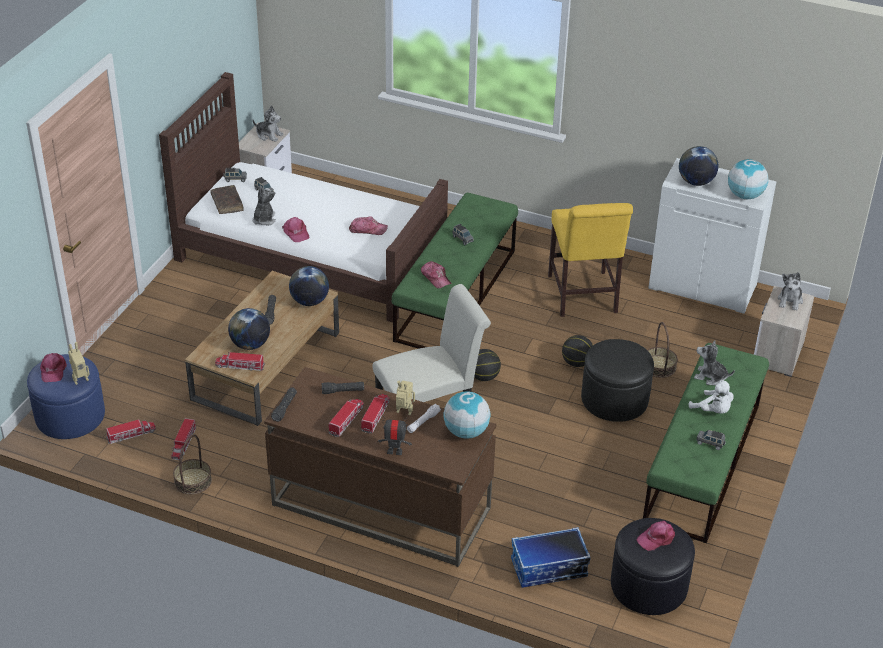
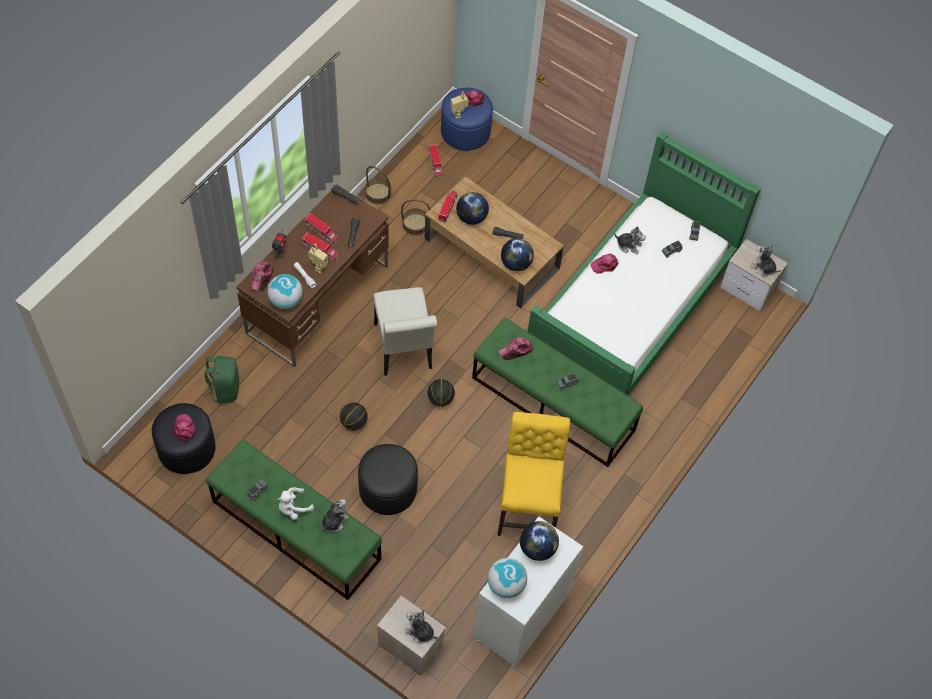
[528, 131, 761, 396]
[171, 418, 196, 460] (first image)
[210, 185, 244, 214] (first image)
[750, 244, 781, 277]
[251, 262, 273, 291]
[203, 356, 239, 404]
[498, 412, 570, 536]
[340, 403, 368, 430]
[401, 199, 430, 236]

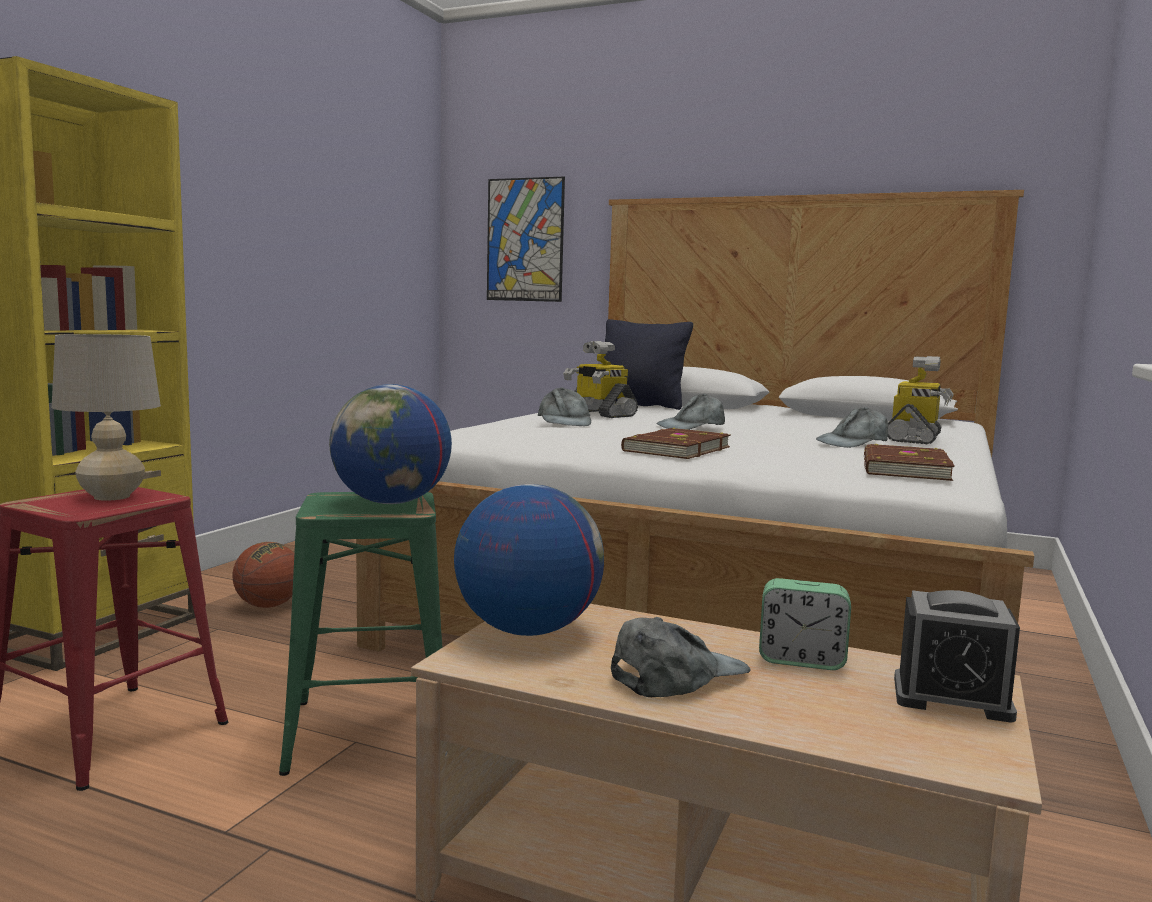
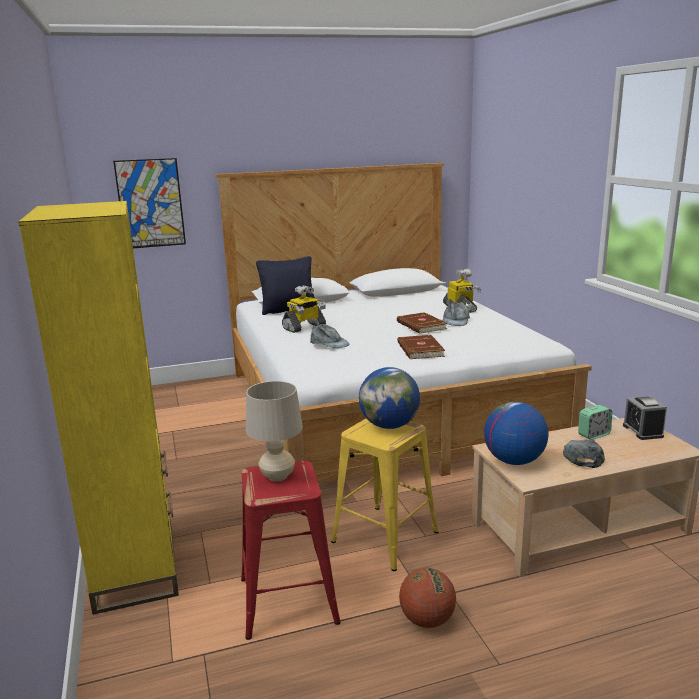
[399, 568, 456, 628]
[331, 418, 439, 571]
[282, 285, 326, 333]
[657, 394, 725, 430] (first image)
[397, 312, 448, 334]
[623, 396, 667, 440]

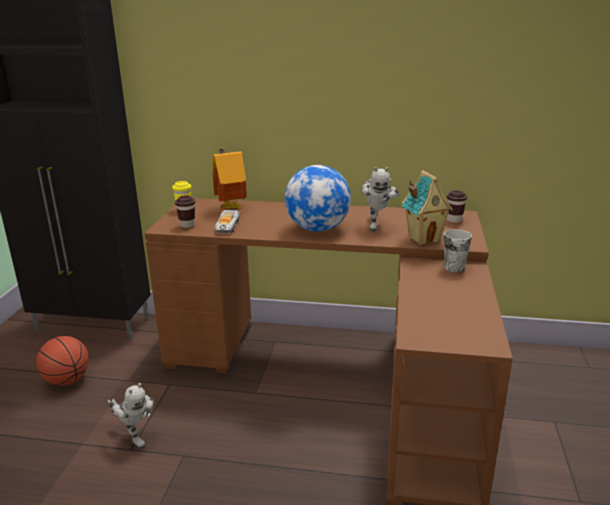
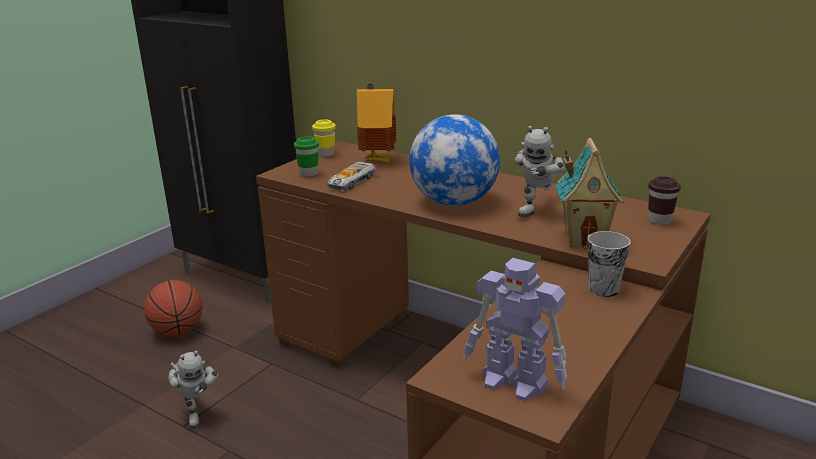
[294, 136, 319, 177]
[463, 258, 567, 402]

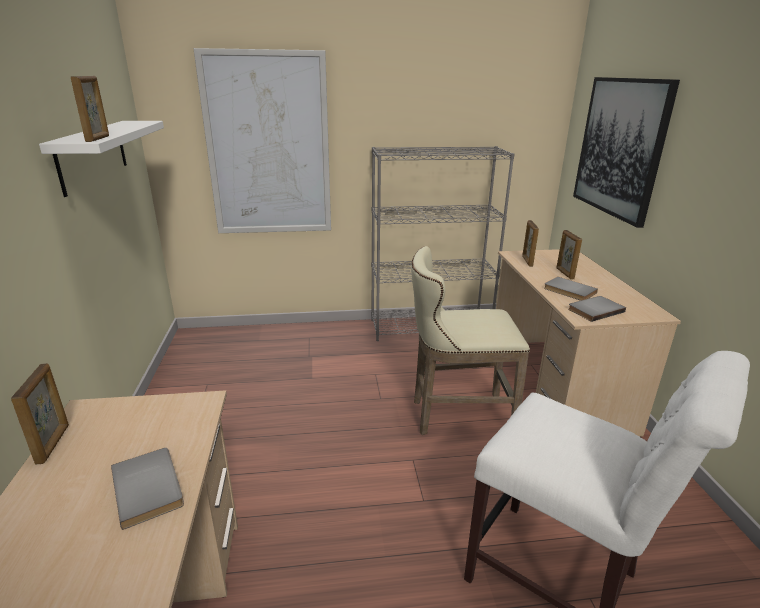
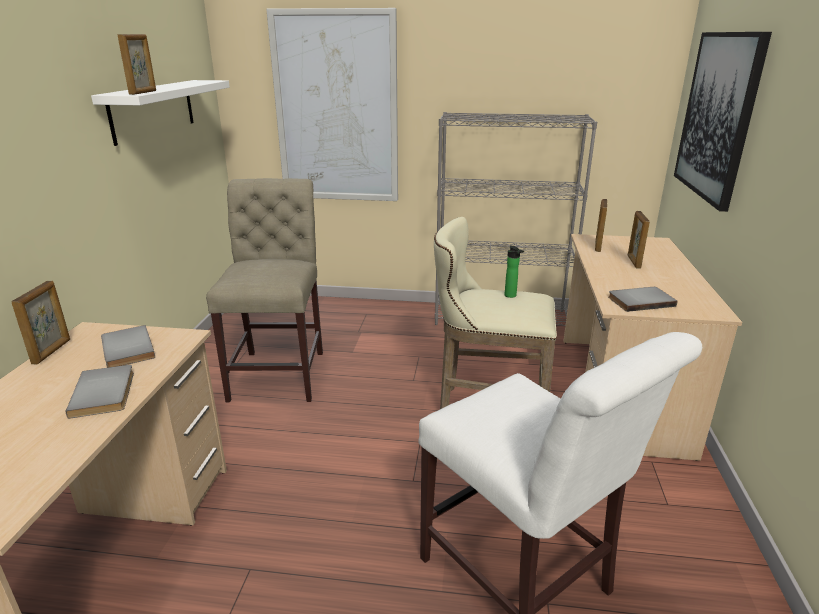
[101, 325, 155, 368]
[206, 178, 323, 402]
[505, 246, 524, 298]

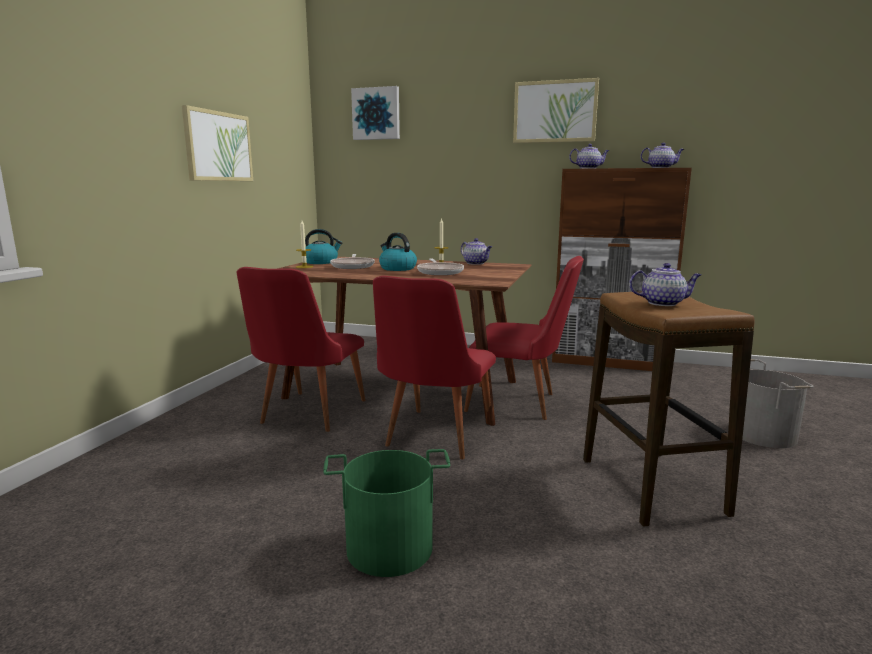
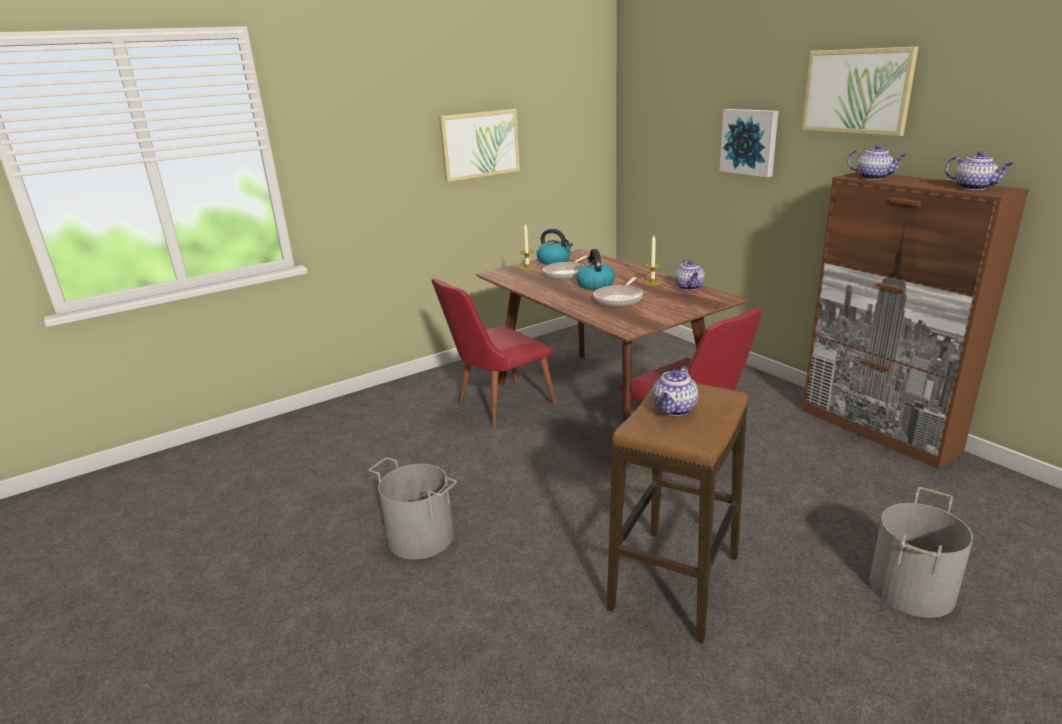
[368, 457, 457, 560]
[720, 109, 778, 177]
[373, 276, 496, 460] (first image)
[653, 366, 698, 416]

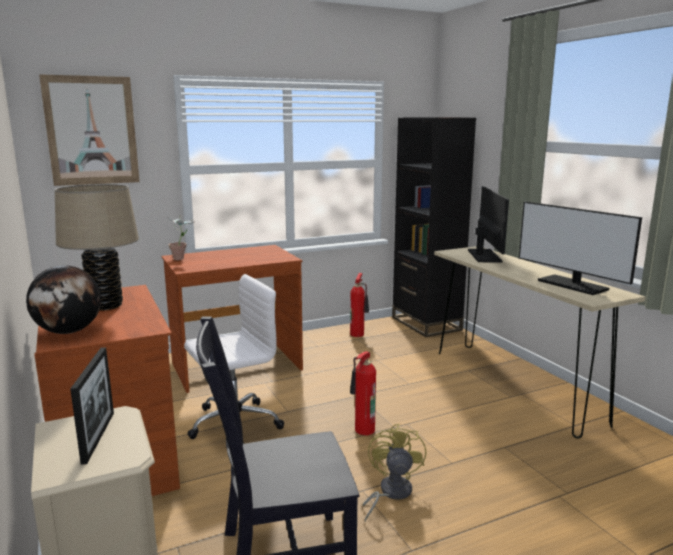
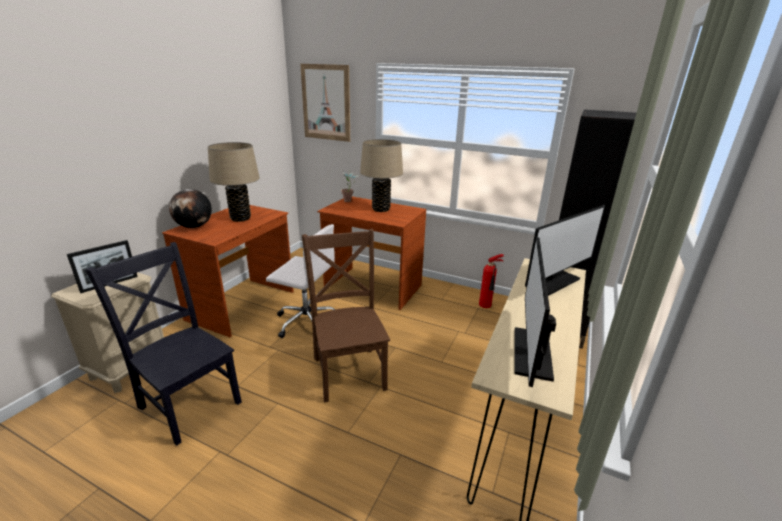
[302, 229, 390, 403]
[362, 424, 427, 522] (first image)
[360, 139, 403, 212]

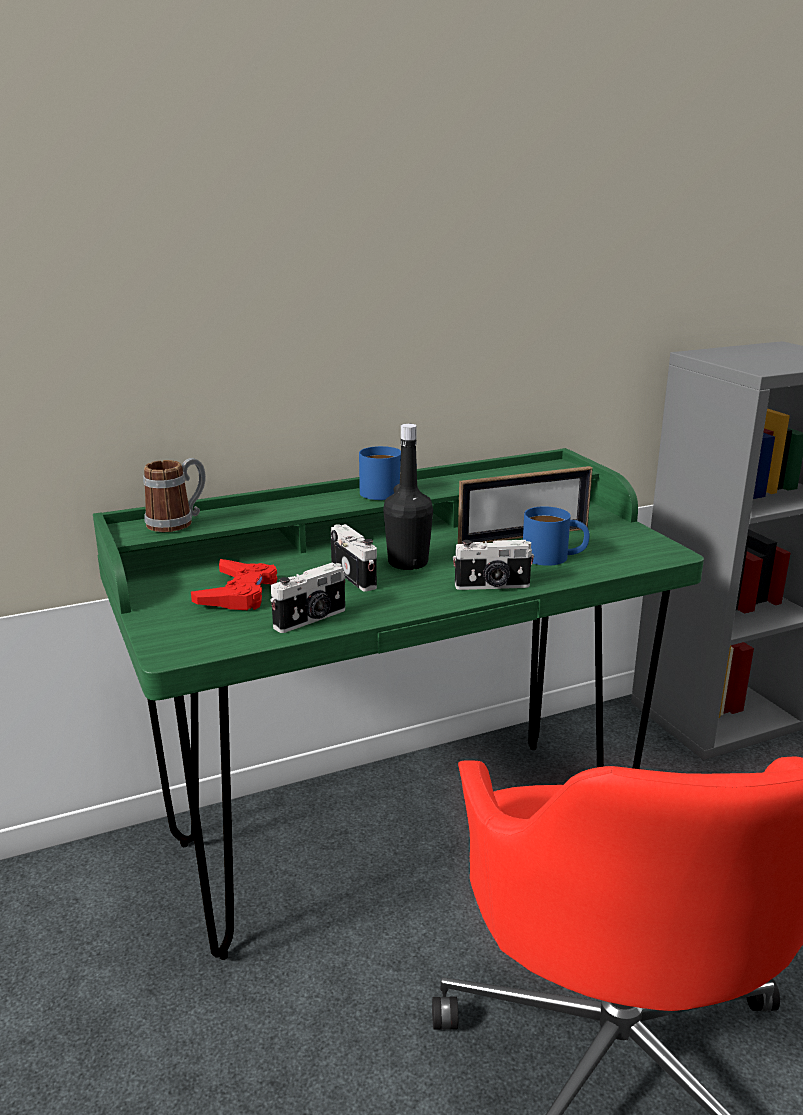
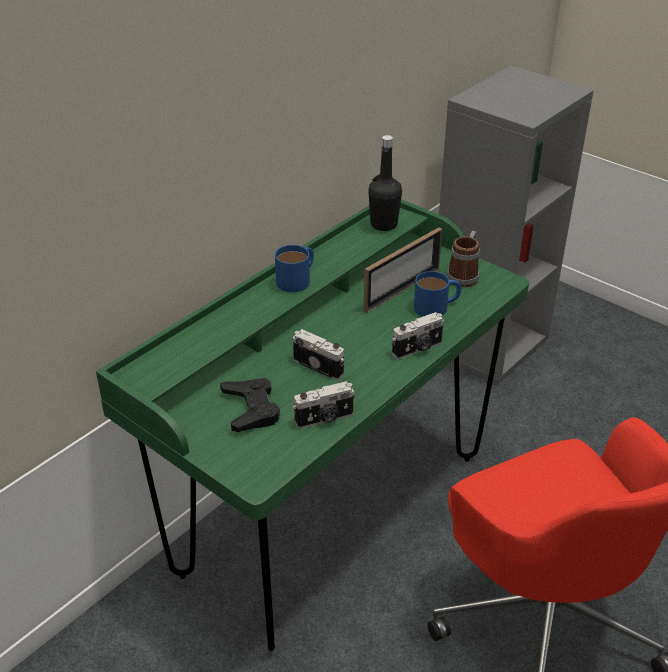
[447, 231, 480, 287]
[220, 378, 280, 432]
[293, 381, 355, 429]
[368, 135, 402, 231]

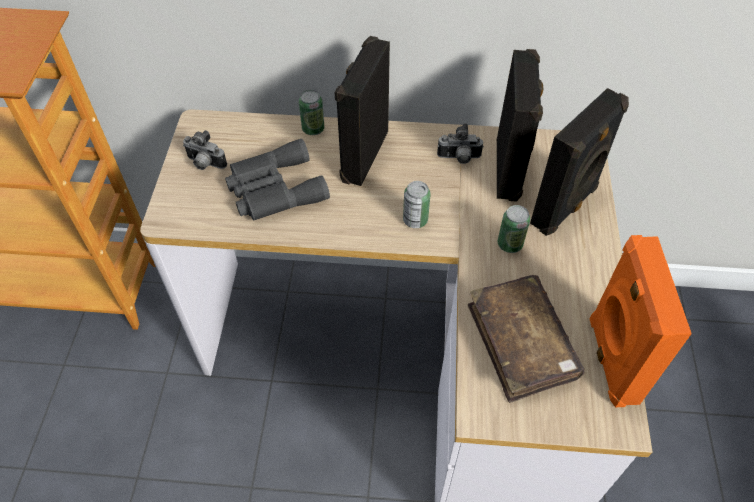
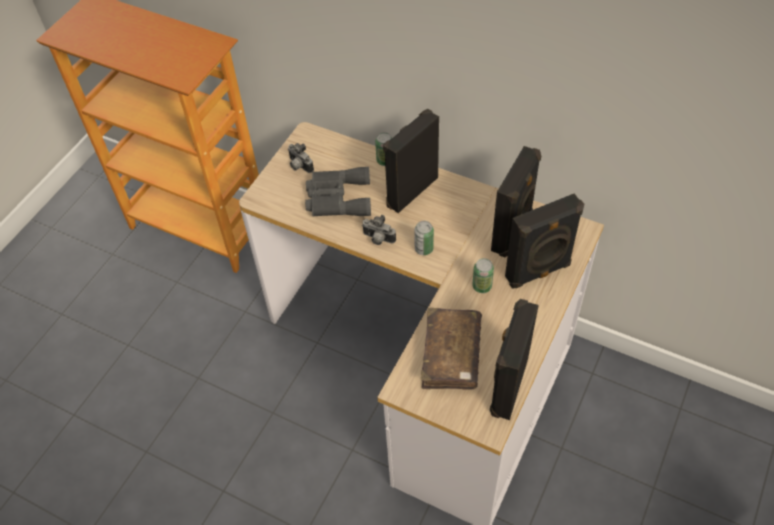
[362, 215, 396, 245]
[490, 299, 539, 420]

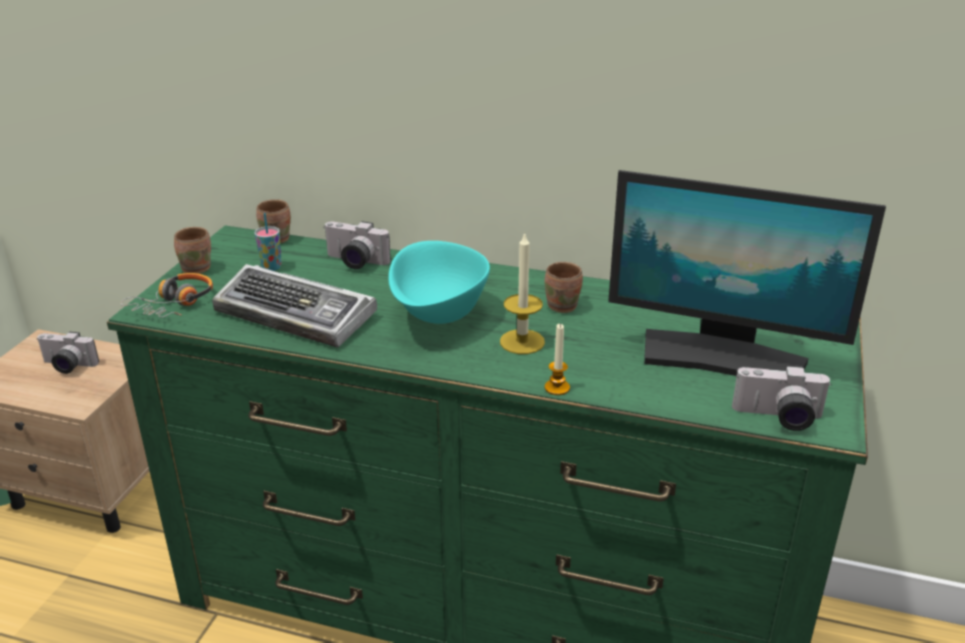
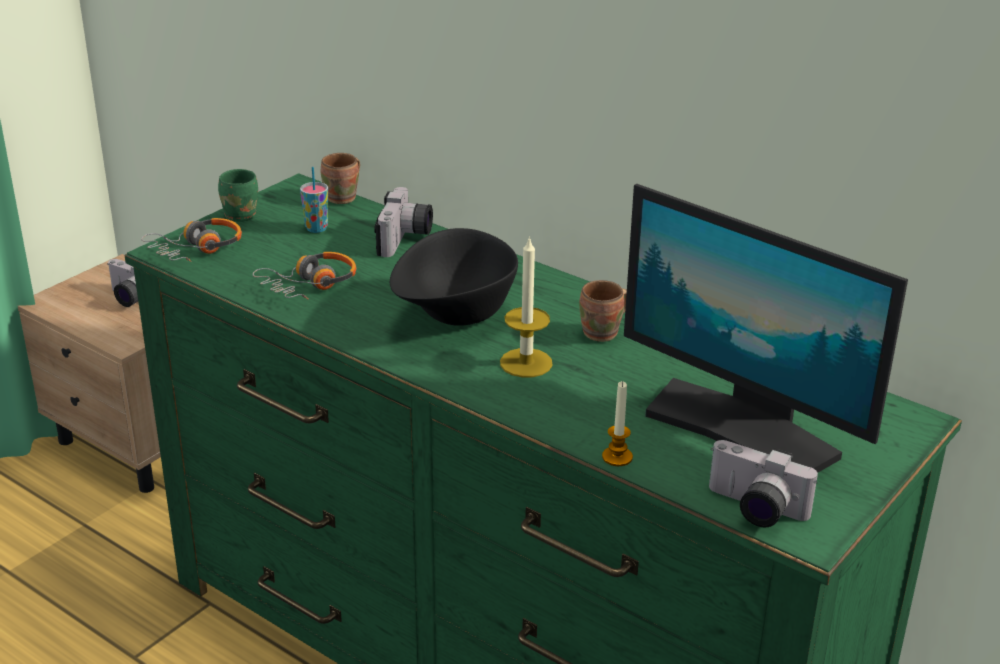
[218, 169, 258, 222]
[253, 252, 356, 299]
[374, 187, 433, 257]
[390, 228, 518, 326]
[602, 381, 633, 466]

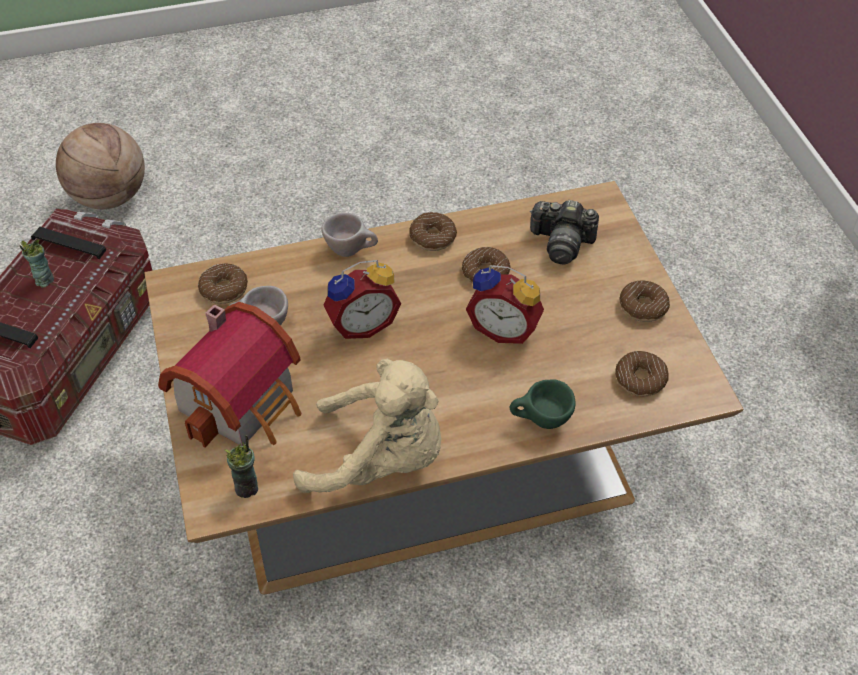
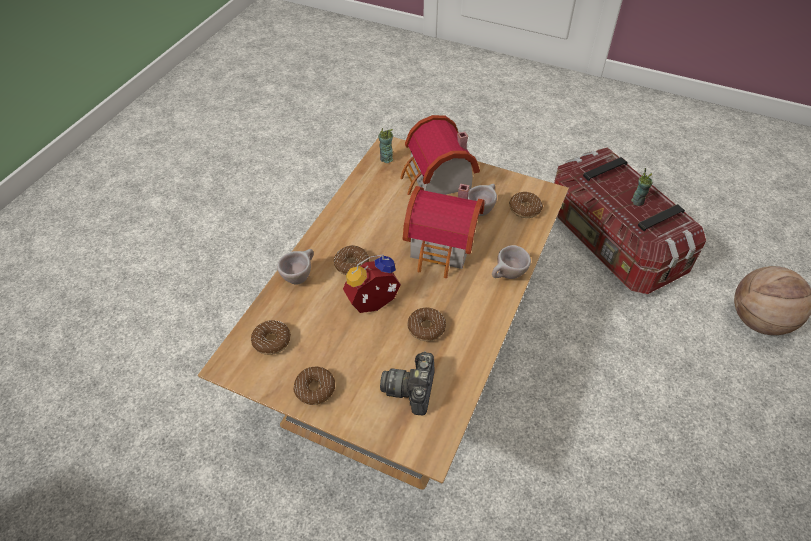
[293, 359, 442, 493] (first image)
[403, 184, 485, 278]
[334, 245, 369, 275]
[277, 249, 314, 285]
[380, 351, 435, 416]

